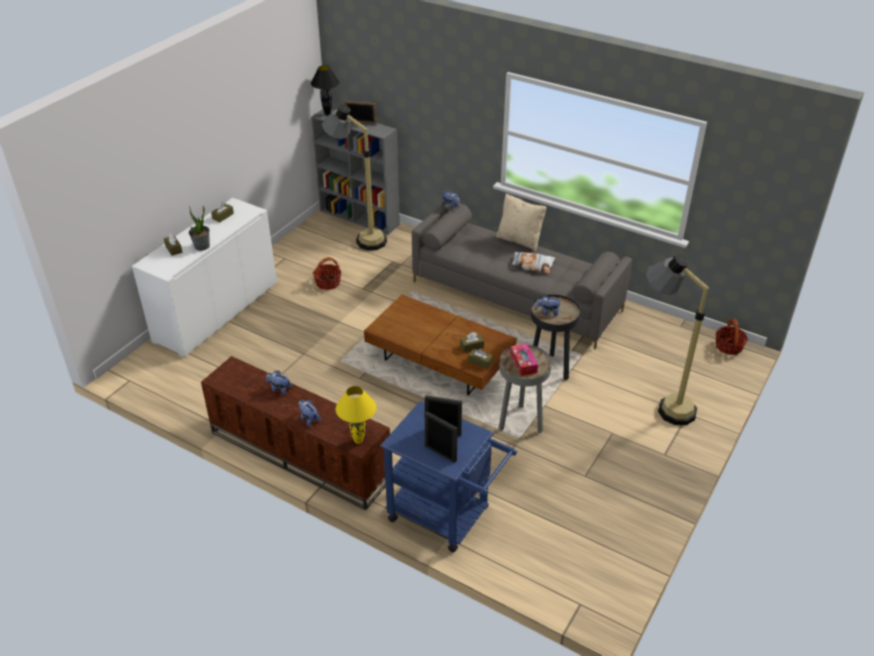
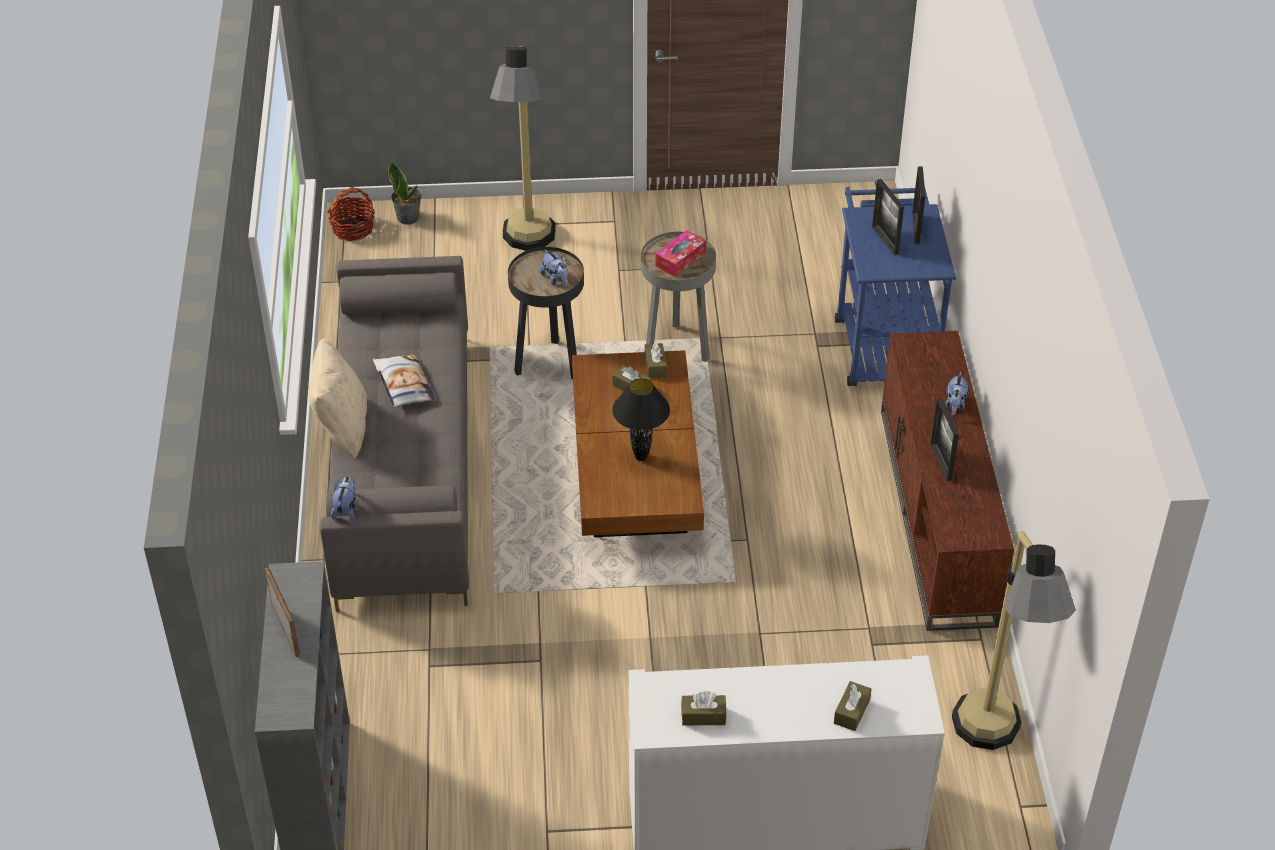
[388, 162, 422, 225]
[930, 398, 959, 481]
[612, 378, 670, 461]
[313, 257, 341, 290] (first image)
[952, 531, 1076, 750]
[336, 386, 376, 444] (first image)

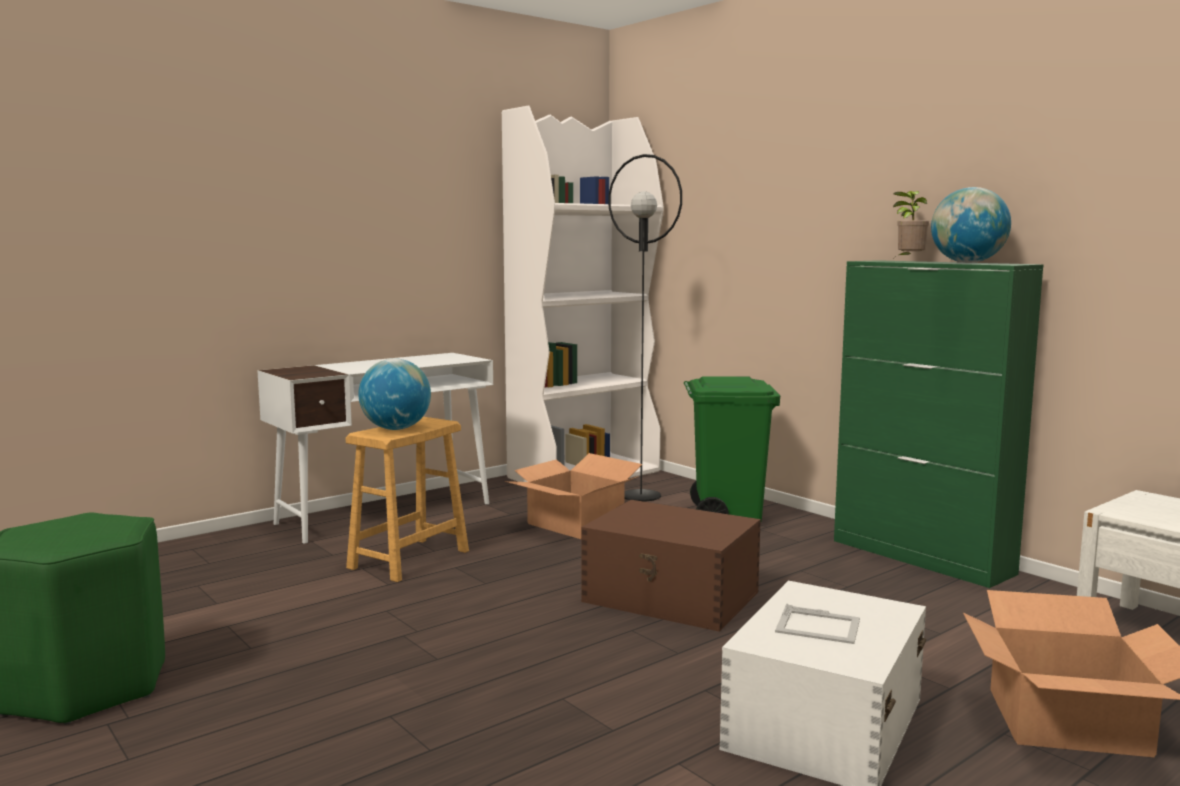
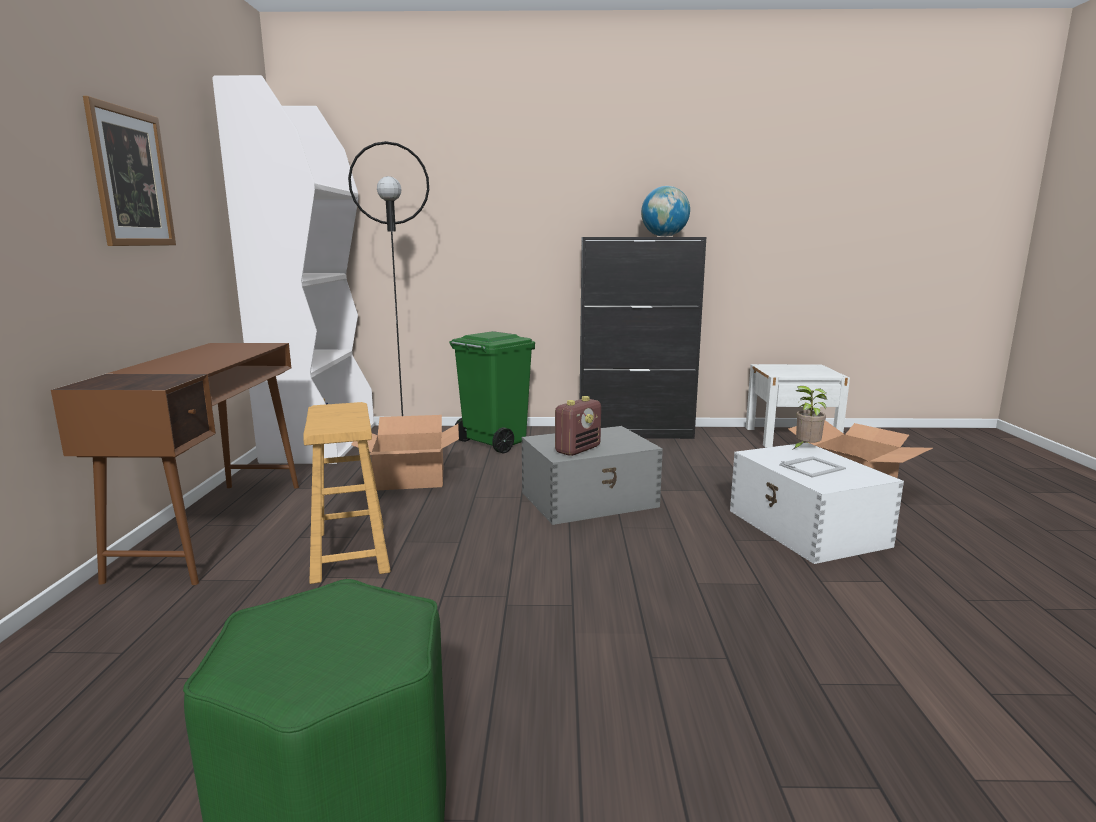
[51, 343, 299, 585]
[358, 358, 431, 430] (first image)
[522, 426, 663, 525]
[580, 237, 707, 439]
[794, 386, 827, 449]
[83, 96, 176, 246]
[555, 396, 601, 456]

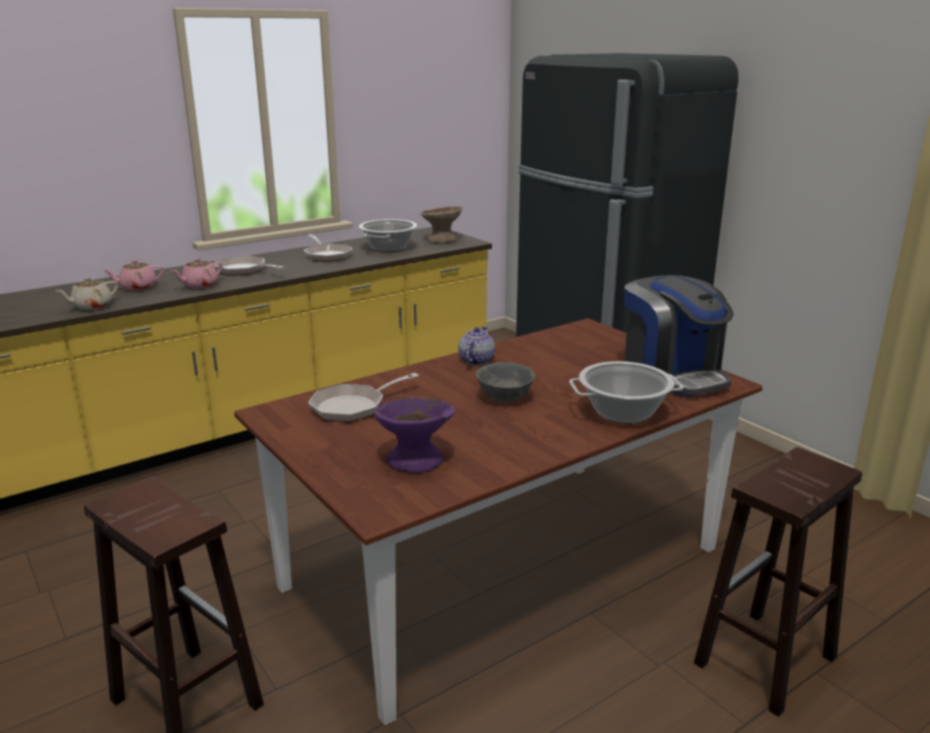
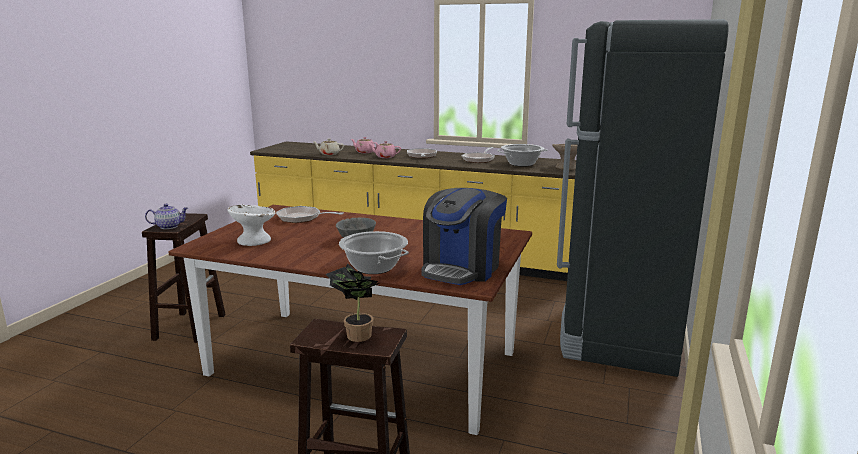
[227, 204, 276, 246]
[145, 204, 188, 229]
[326, 263, 380, 342]

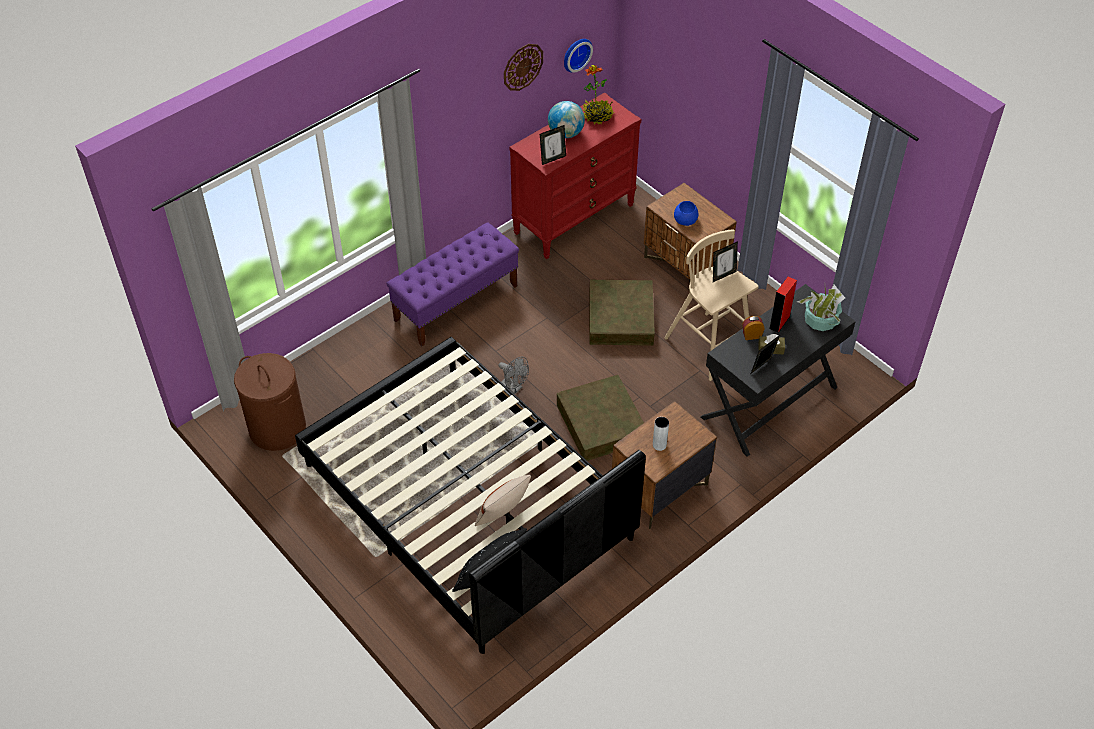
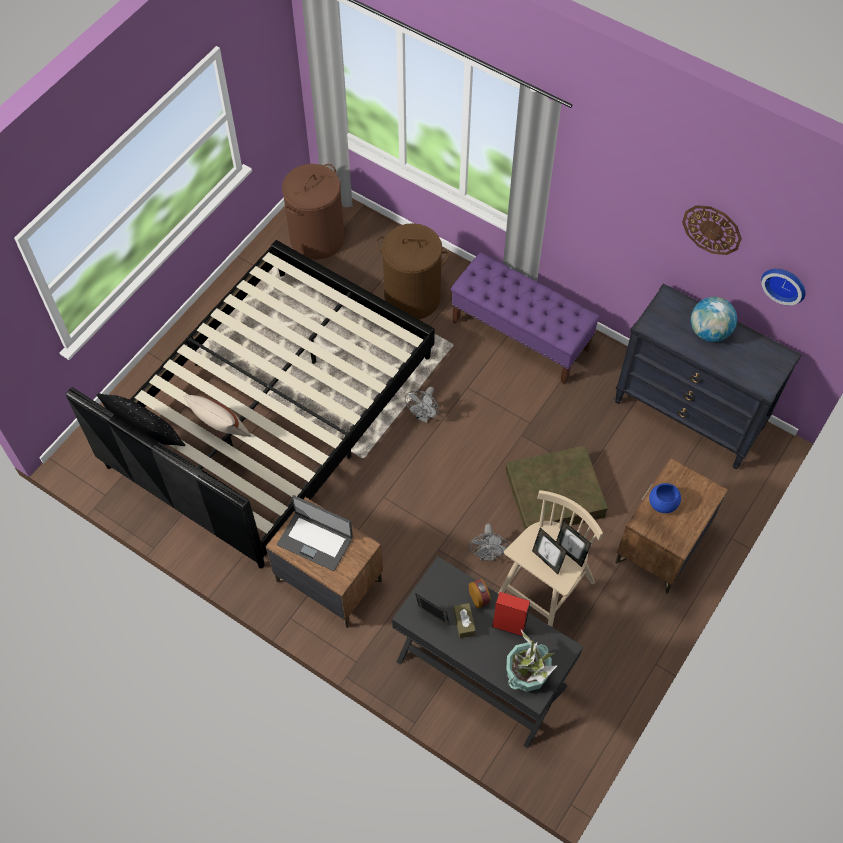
[615, 283, 802, 470]
[532, 527, 567, 574]
[557, 375, 644, 461] (first image)
[583, 65, 615, 125] (first image)
[277, 495, 353, 571]
[376, 223, 449, 319]
[469, 523, 509, 561]

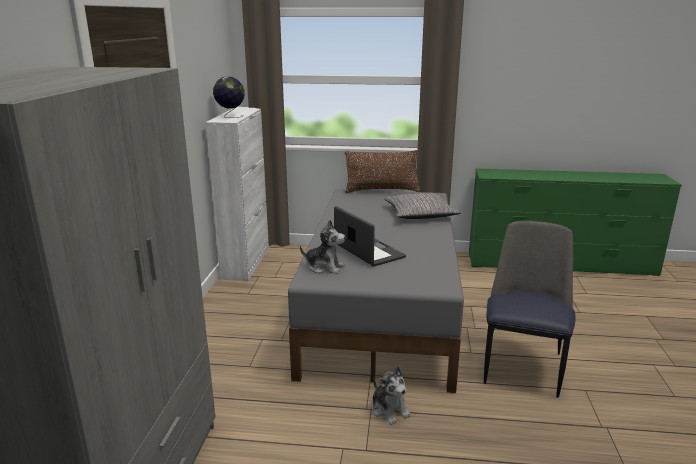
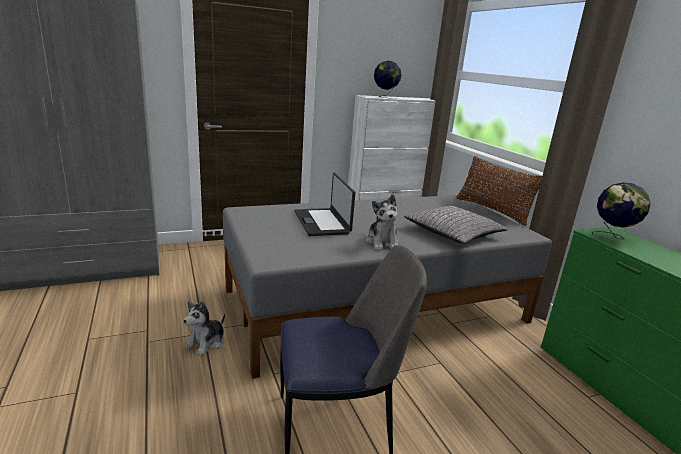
[366, 194, 398, 250]
[294, 173, 355, 236]
[592, 182, 651, 240]

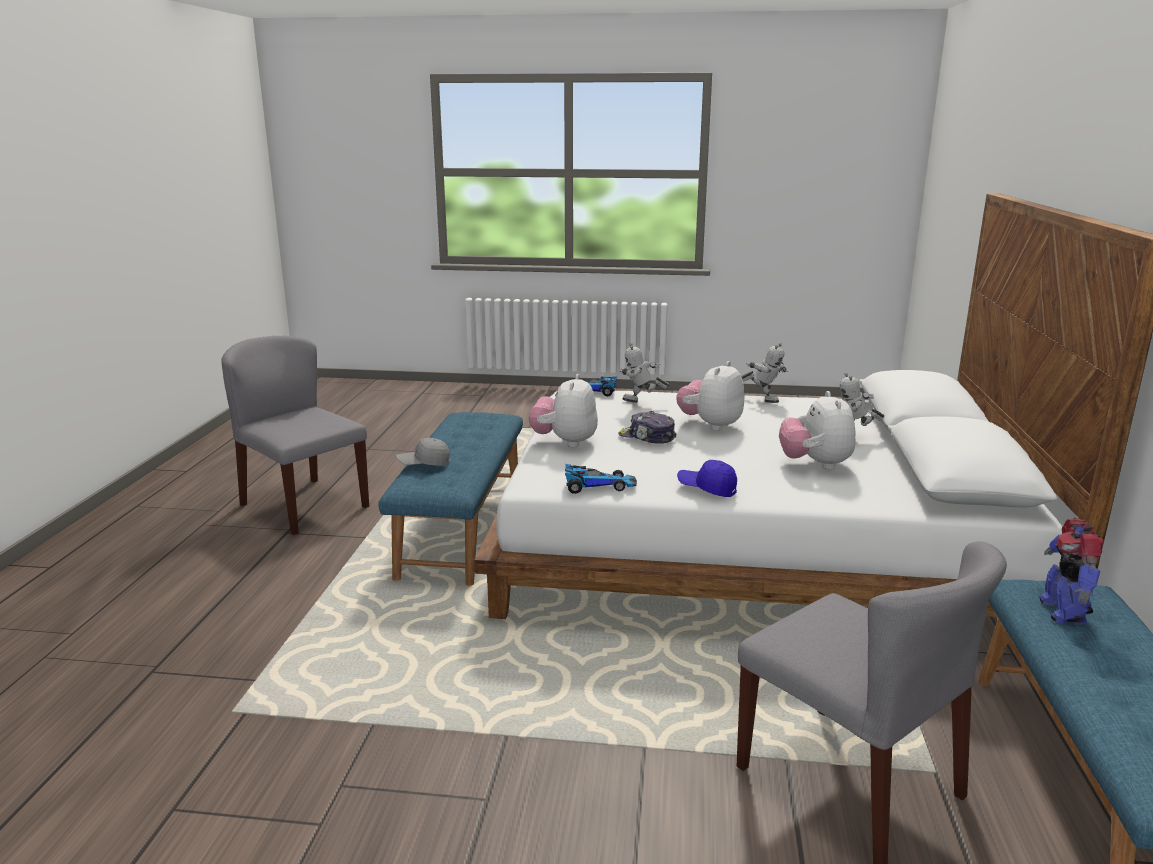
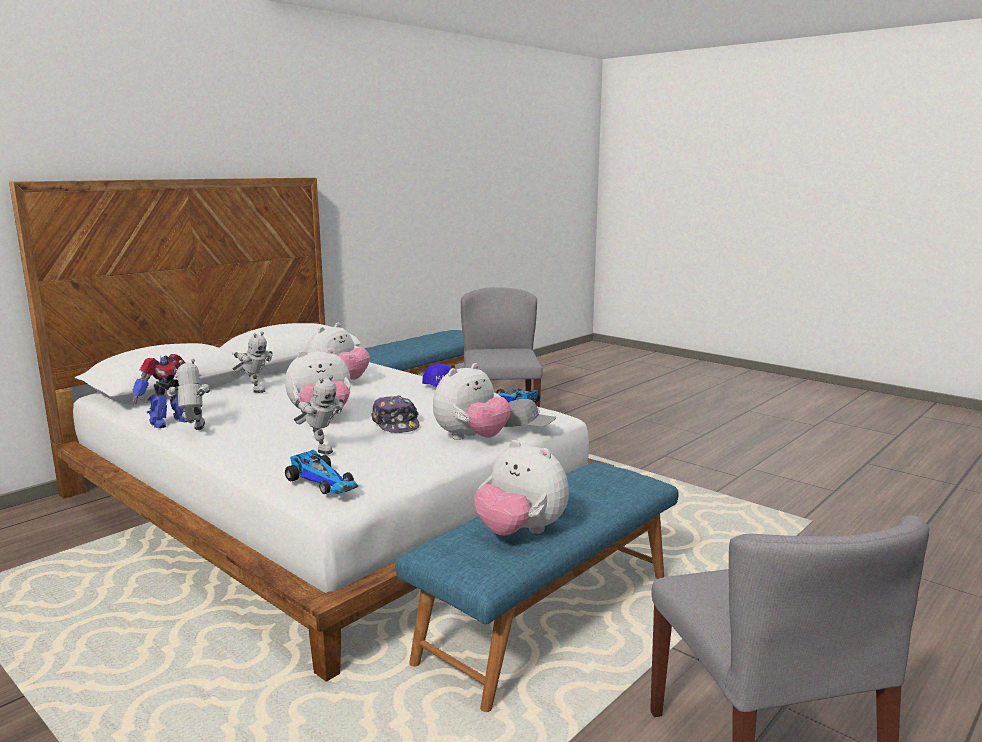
[504, 399, 557, 427]
[132, 354, 200, 428]
[474, 440, 569, 536]

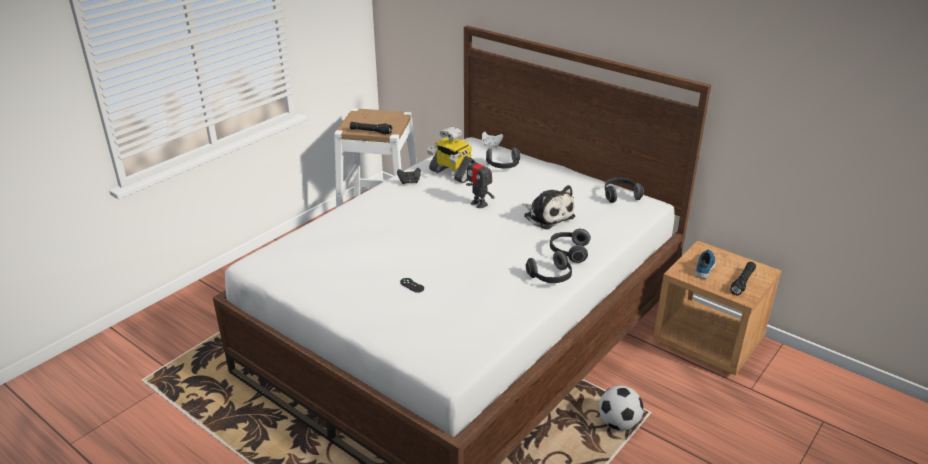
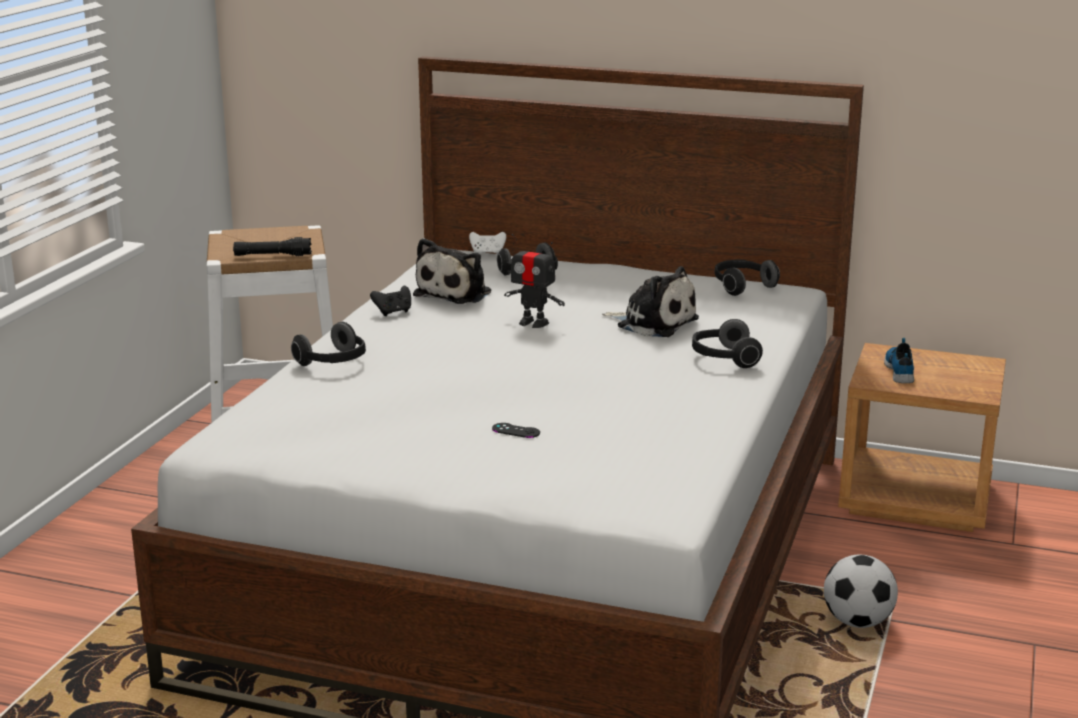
[413, 238, 491, 304]
[291, 322, 366, 366]
[730, 262, 756, 296] (first image)

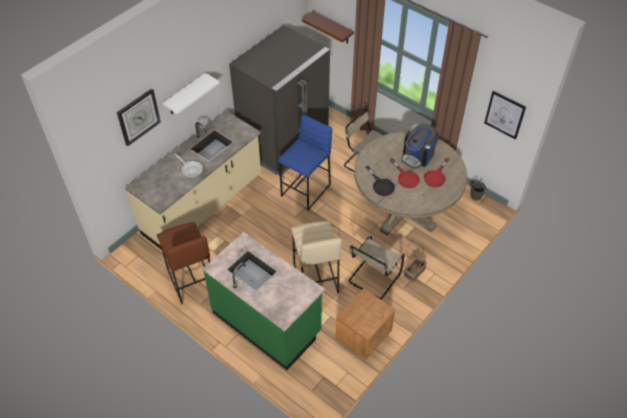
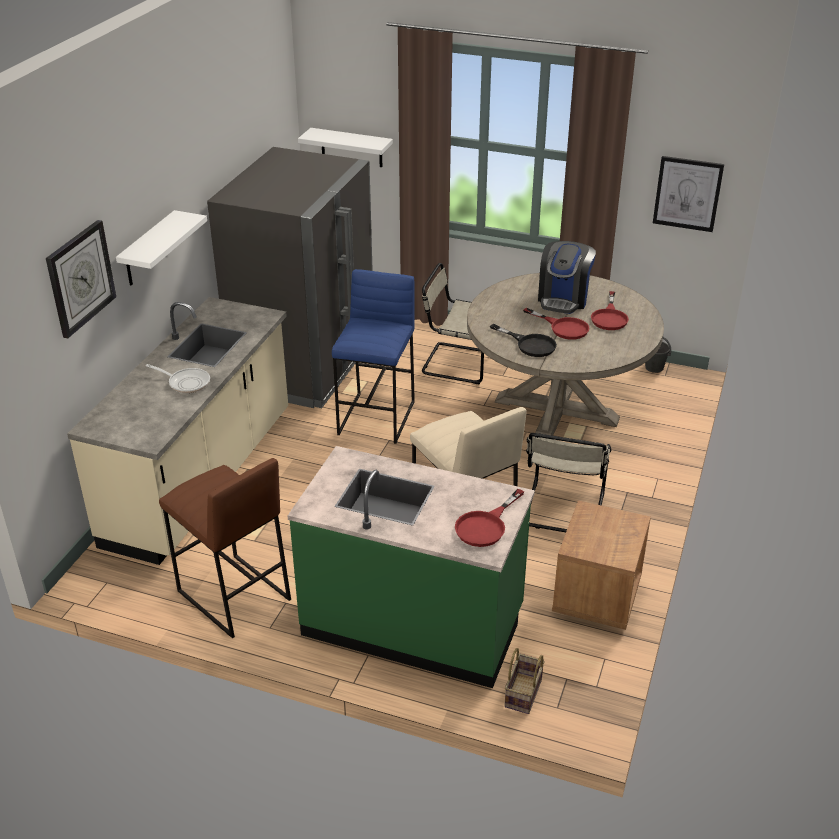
[298, 128, 393, 167]
[504, 648, 545, 714]
[455, 489, 524, 547]

